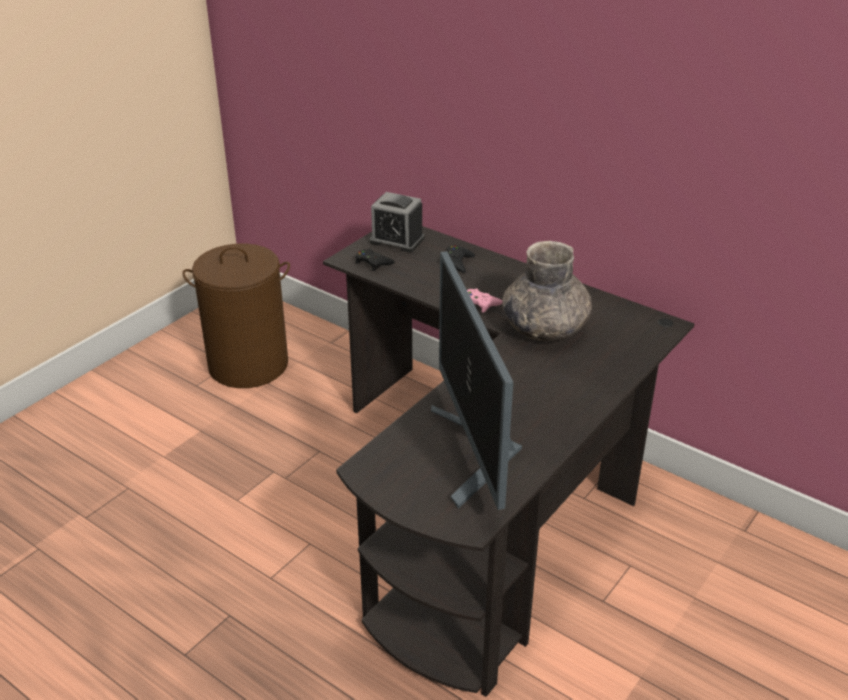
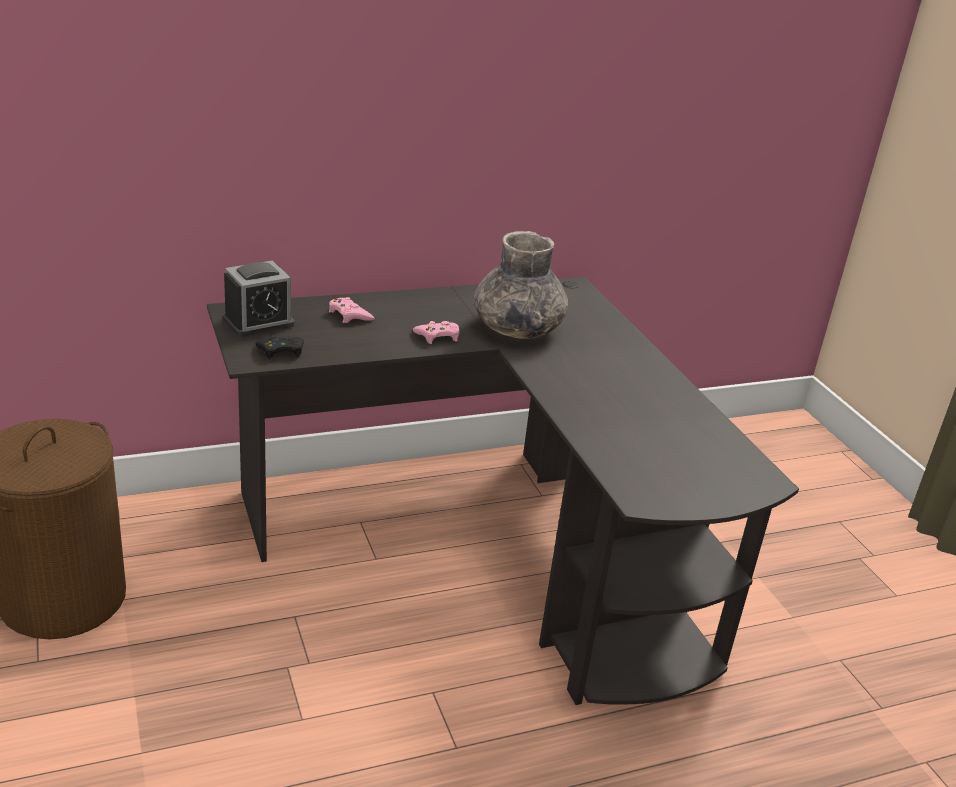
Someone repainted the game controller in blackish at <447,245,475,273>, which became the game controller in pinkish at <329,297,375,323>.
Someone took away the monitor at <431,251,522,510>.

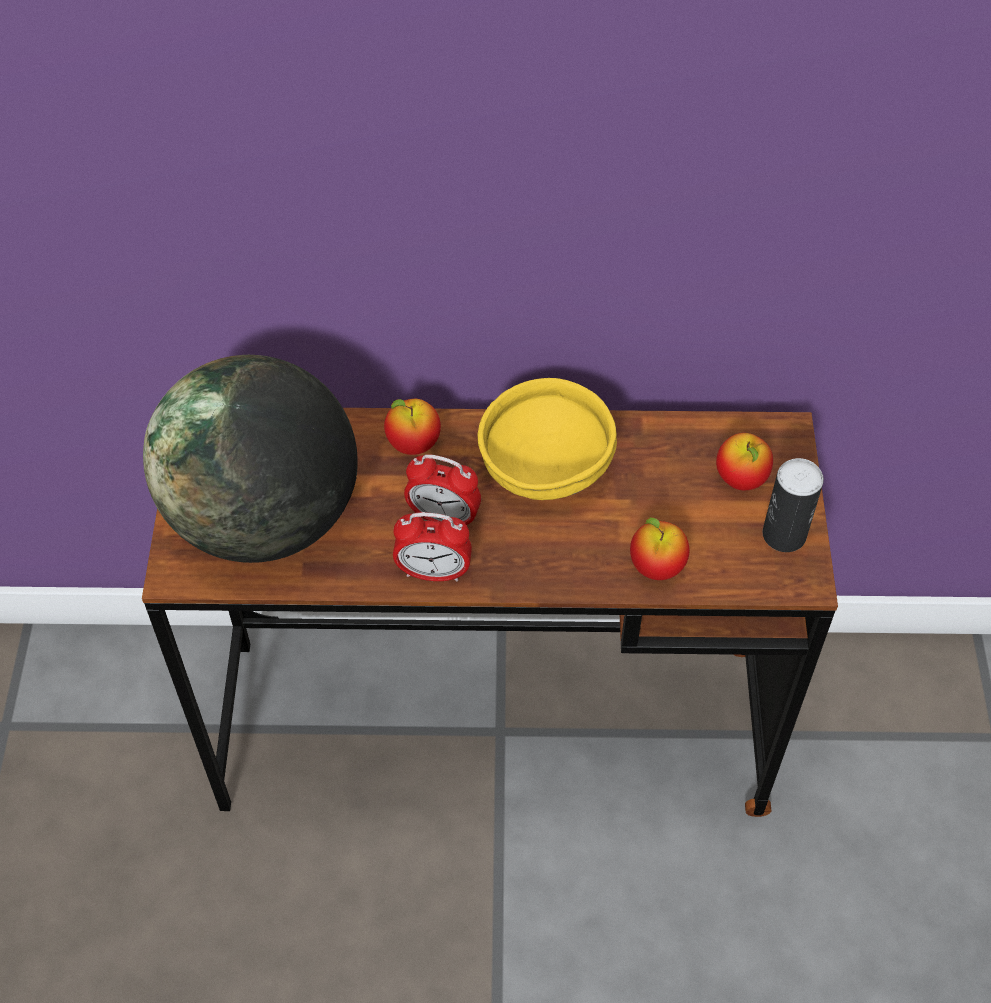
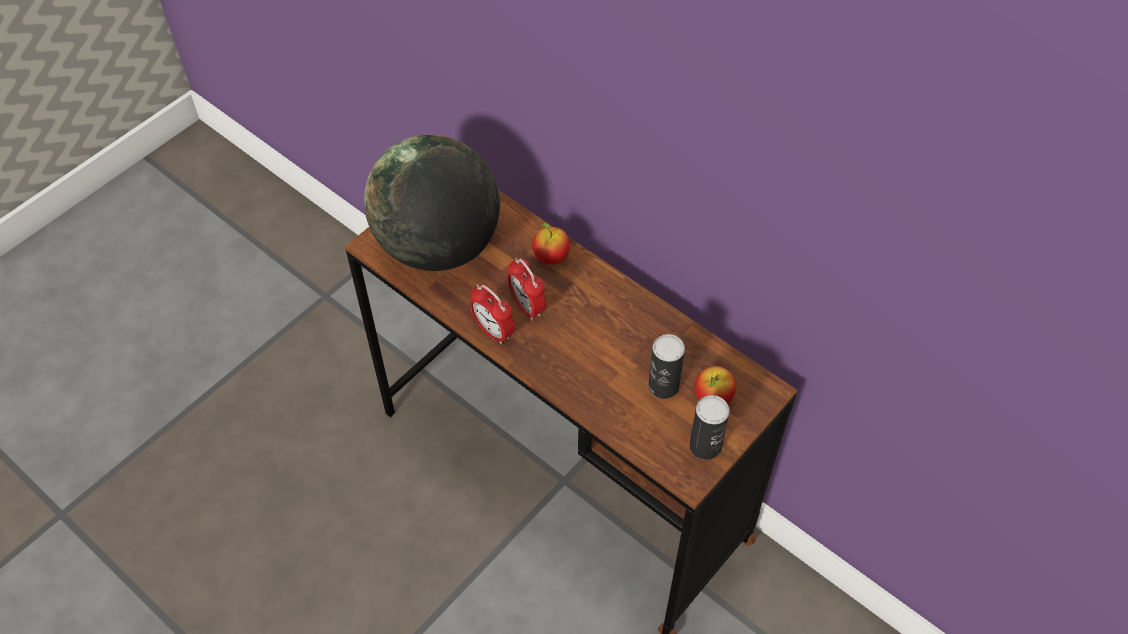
Someone took away the bowl in yellow-coloured at <478,378,617,500>.
Someone took away the apple at <630,518,690,580>.
Someone put down the sealed can at <648,334,685,399>.

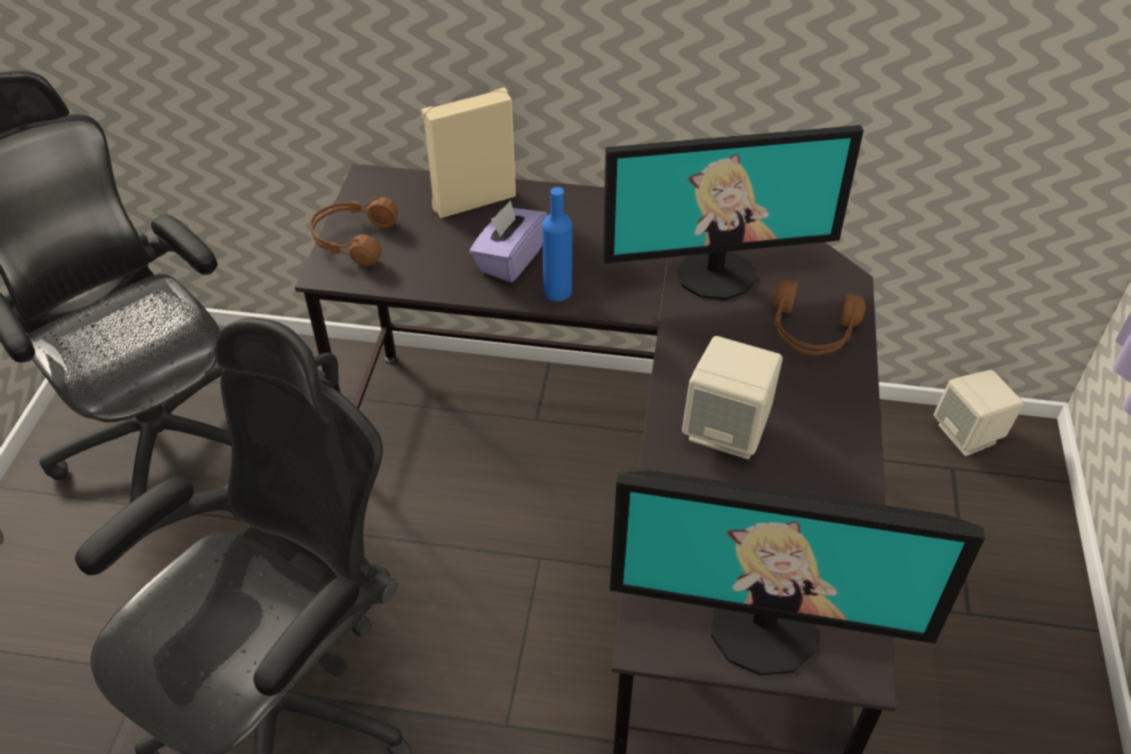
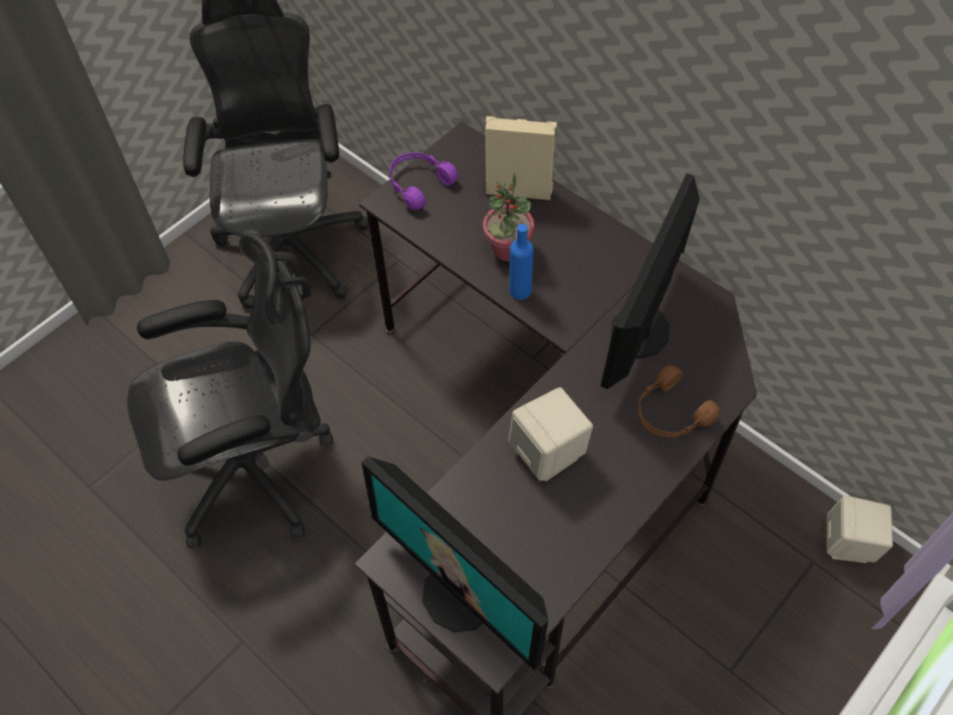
Someone rotated the monitor at <603,125,864,300> by 90 degrees clockwise.
Someone repainted the headphones in brown at <310,197,398,266>, which became the headphones in purplish at <390,152,458,210>.
Someone swapped the tissue holder in purplish at <470,200,548,283> for the potted plant at <483,173,534,261>.

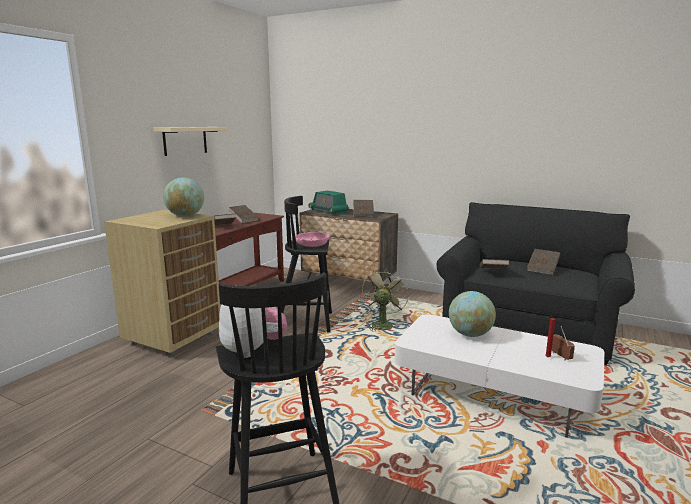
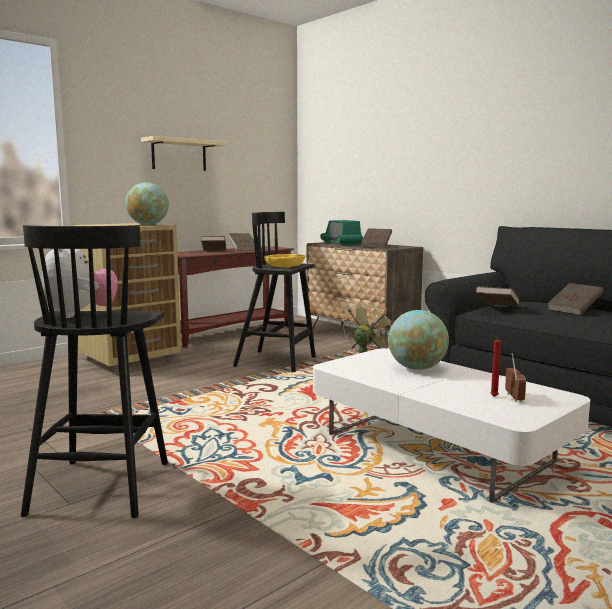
Someone repainted the bowl in pinkish at <295,232,330,247>, which became the bowl in yellow-coloured at <264,254,305,268>.

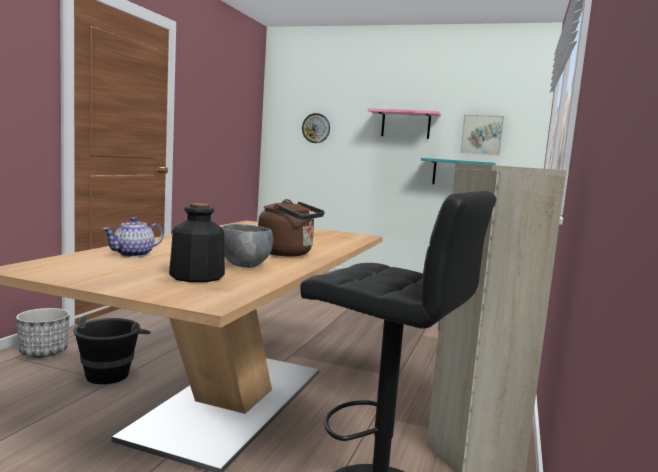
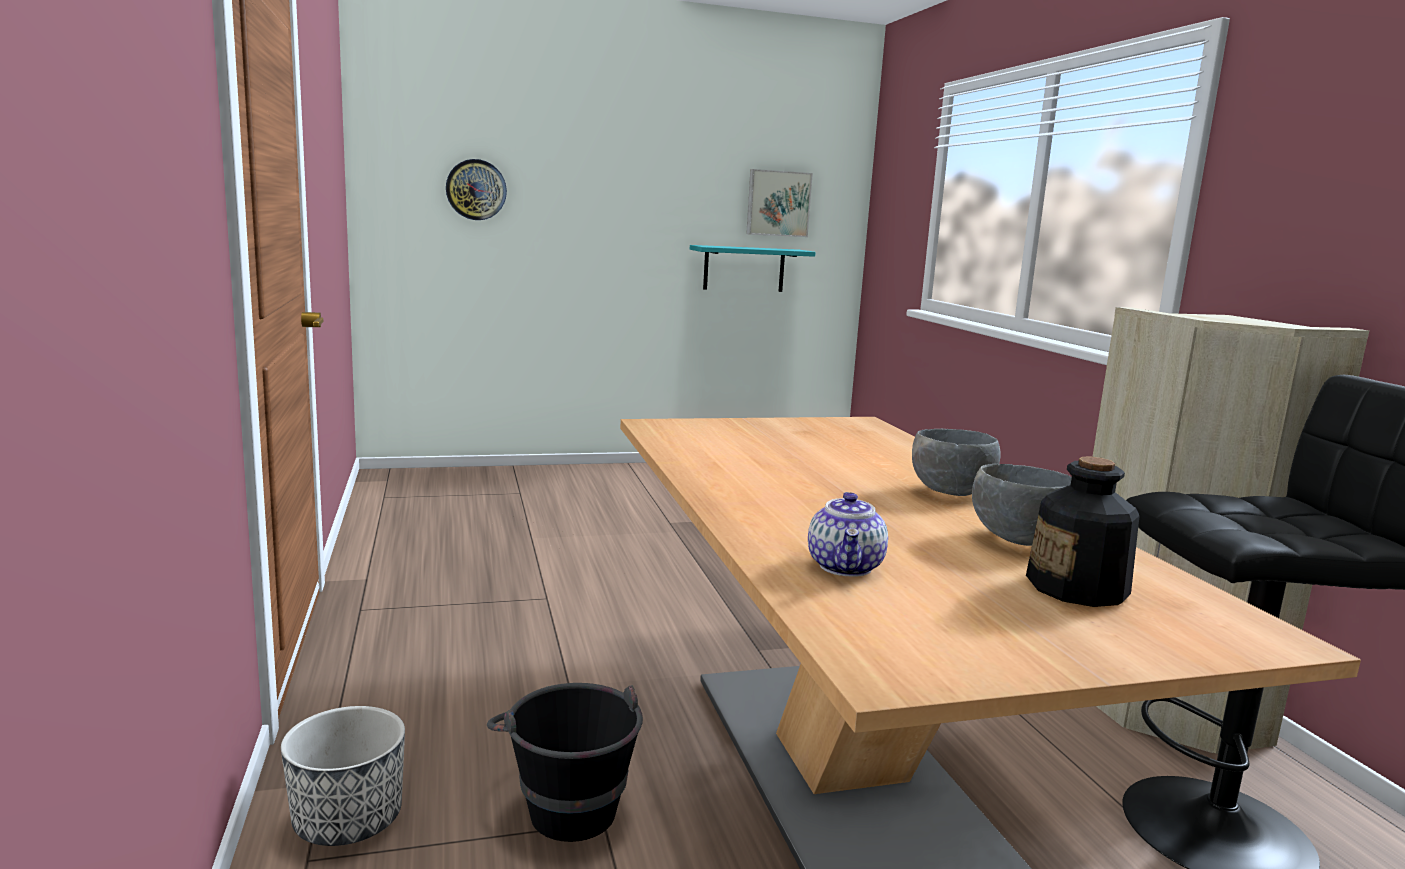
Someone took away the bracket shelf in pinkish at <368,108,441,139>.
Someone swapped the tea kettle in brown at <258,199,325,256> for the bowl in gray at <912,429,1001,496>.

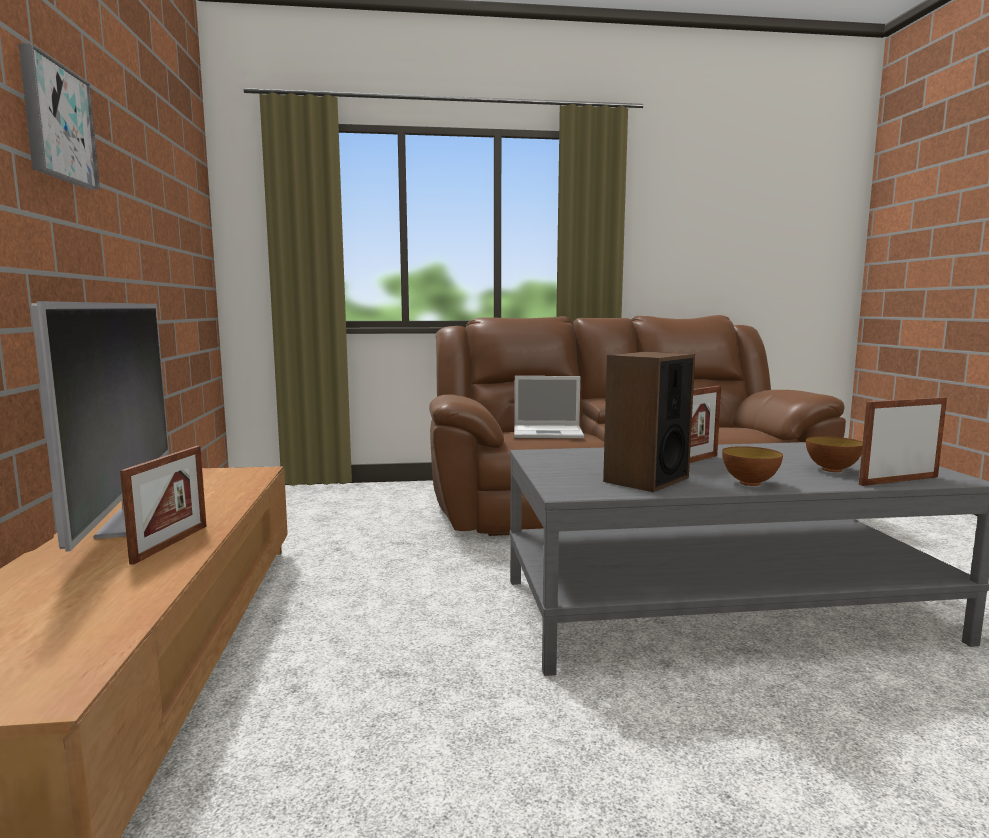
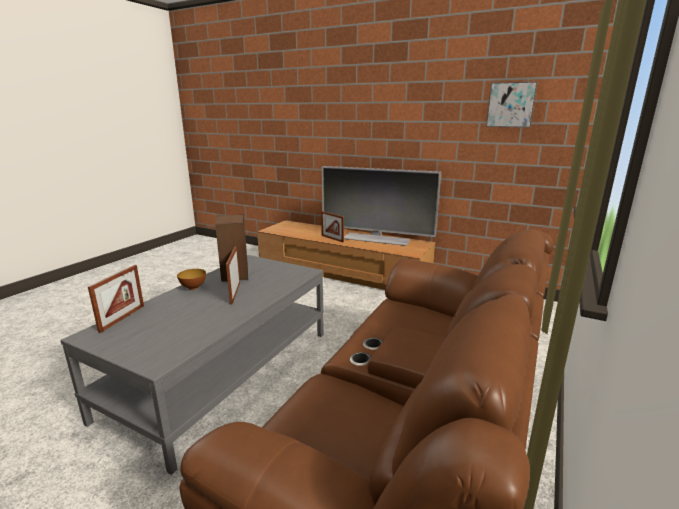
Someone carried the wall art from <18,43,100,190> to <486,82,537,128>.
Someone took away the notebook computer at <514,376,584,438>.
Someone took away the bowl at <806,436,863,472>.

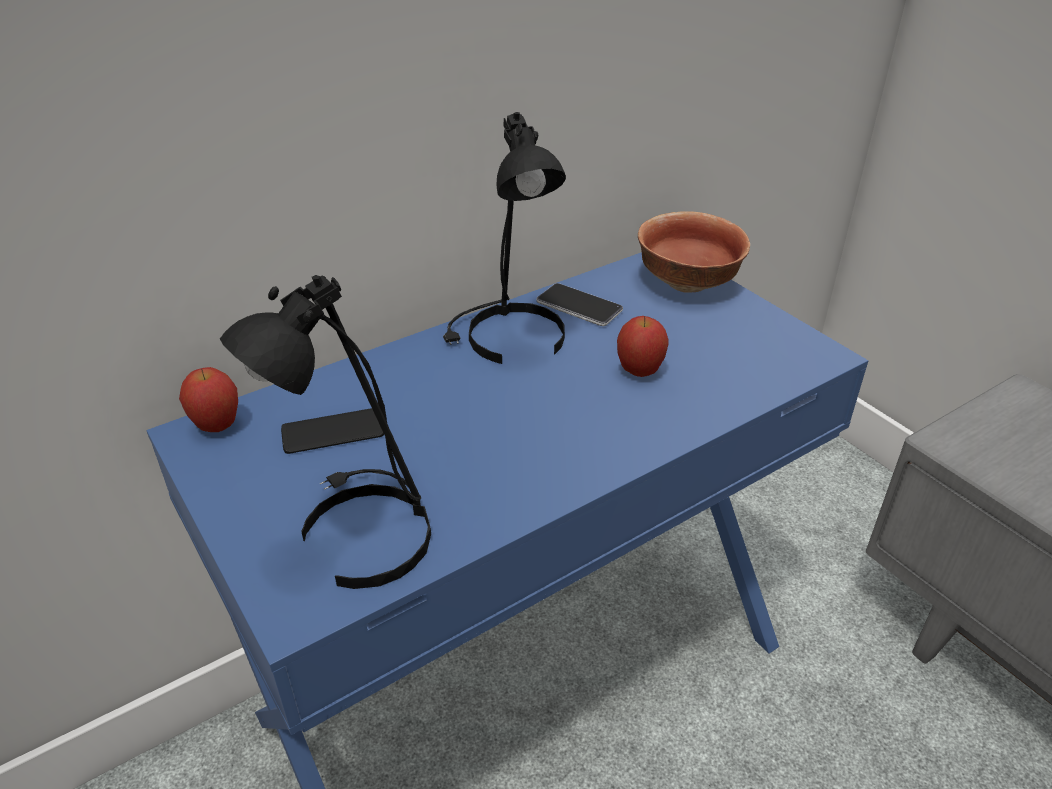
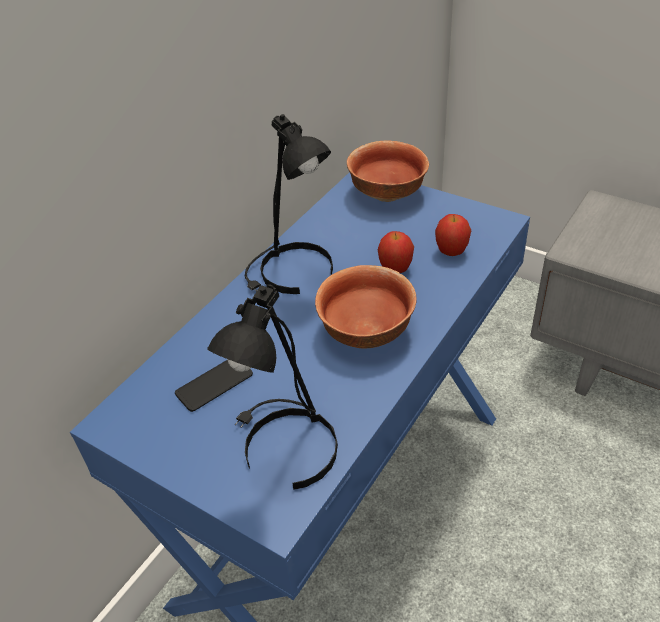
Someone took away the handset at <536,283,623,326>.
Someone carried the apple from <179,367,238,432> to <435,214,472,256>.
Someone put down the bowl at <315,265,417,348>.

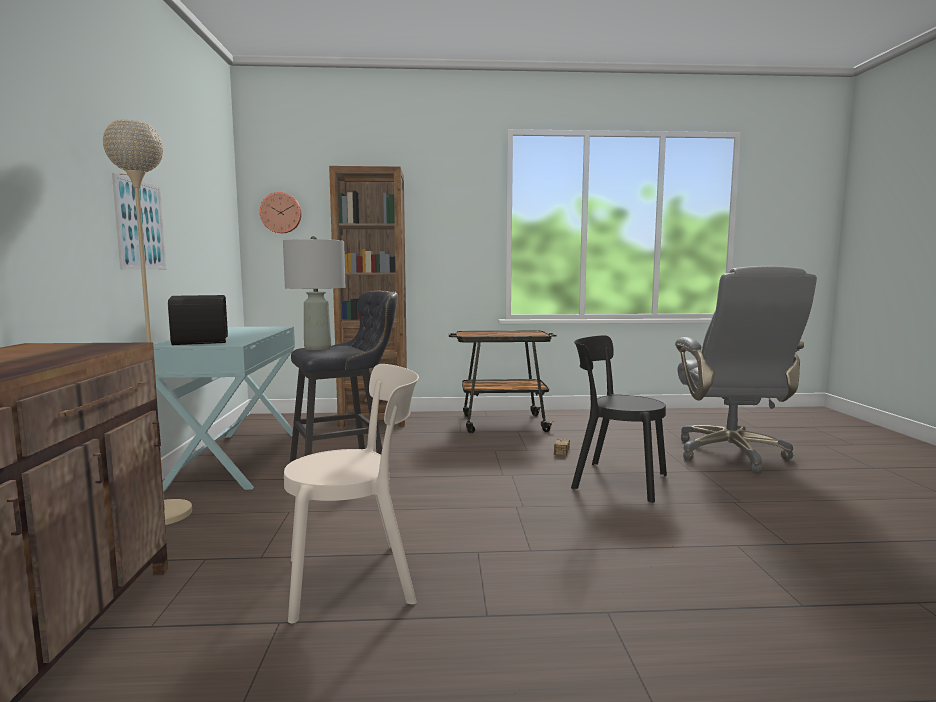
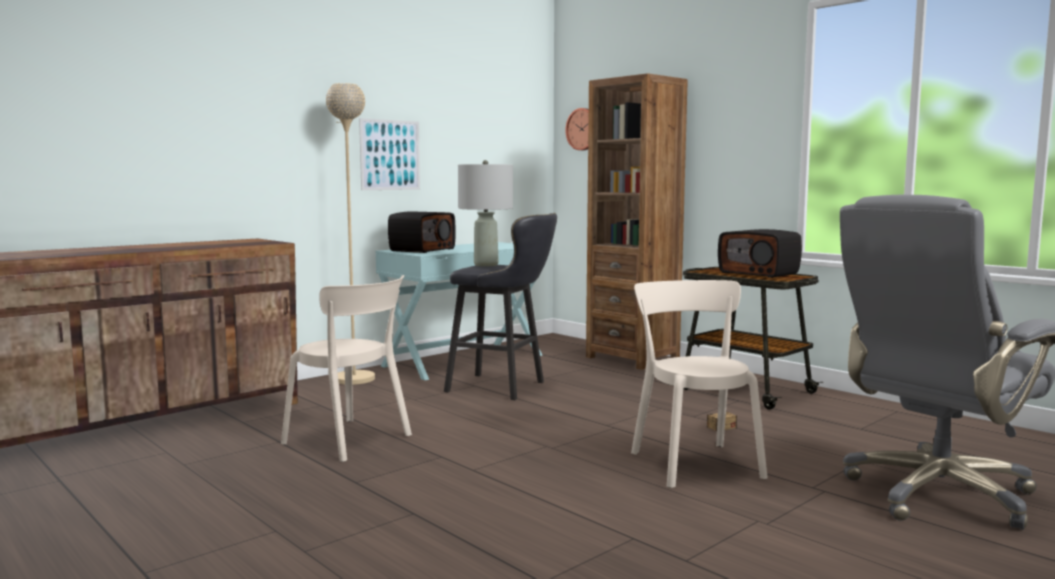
Someone repainted the upright chair in blackish at <571,335,667,503>, which became the upright chair in beige-coloured at <631,280,768,488>.
Someone put down the radio receiver at <718,229,802,278>.

